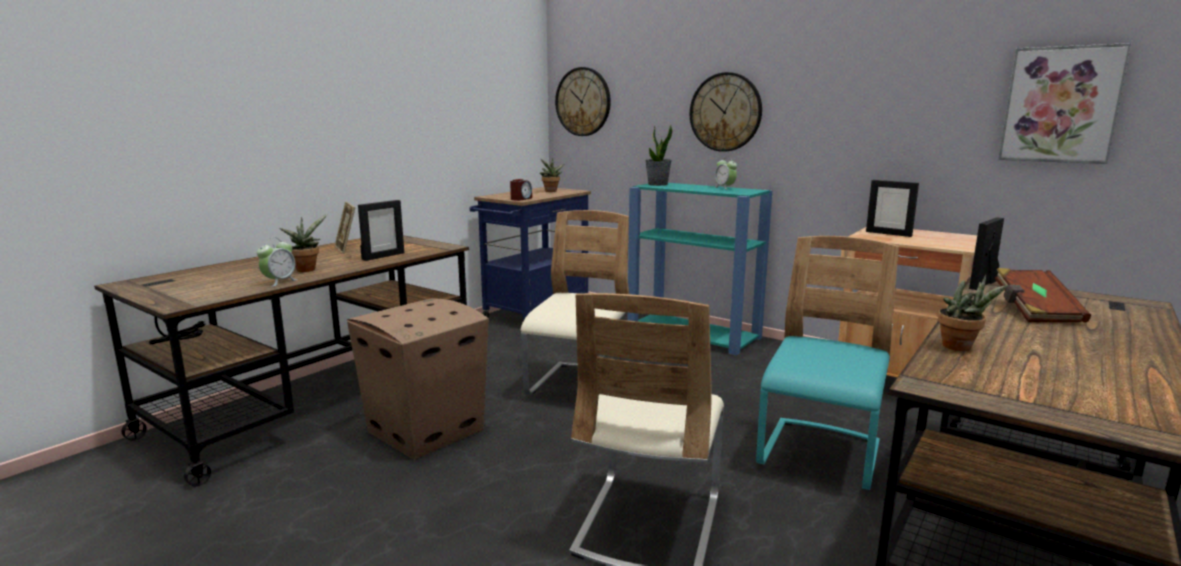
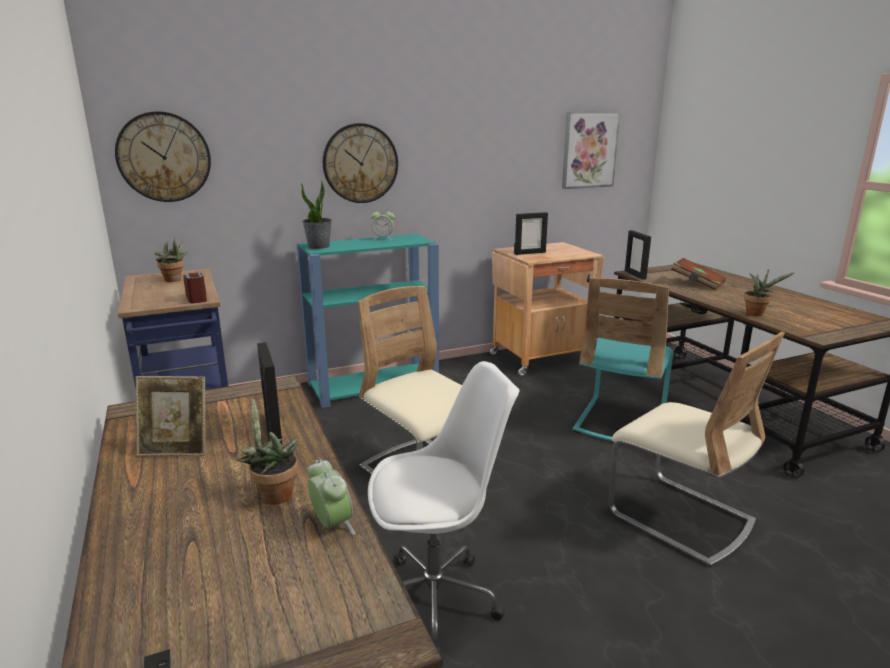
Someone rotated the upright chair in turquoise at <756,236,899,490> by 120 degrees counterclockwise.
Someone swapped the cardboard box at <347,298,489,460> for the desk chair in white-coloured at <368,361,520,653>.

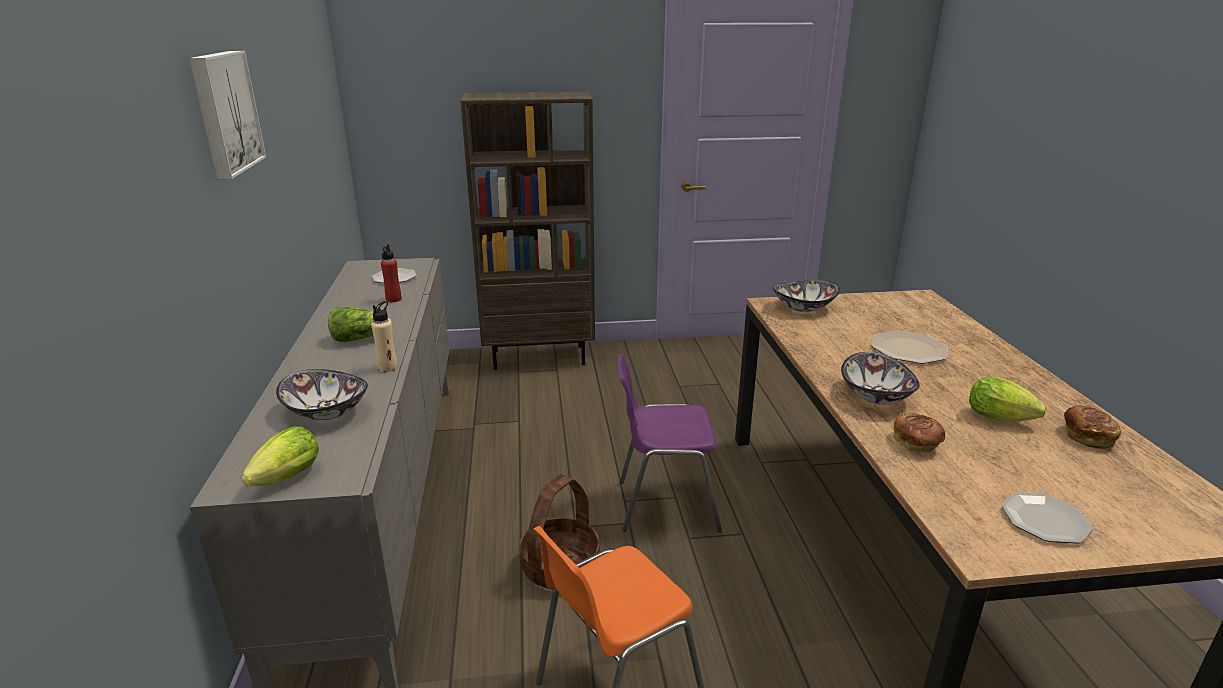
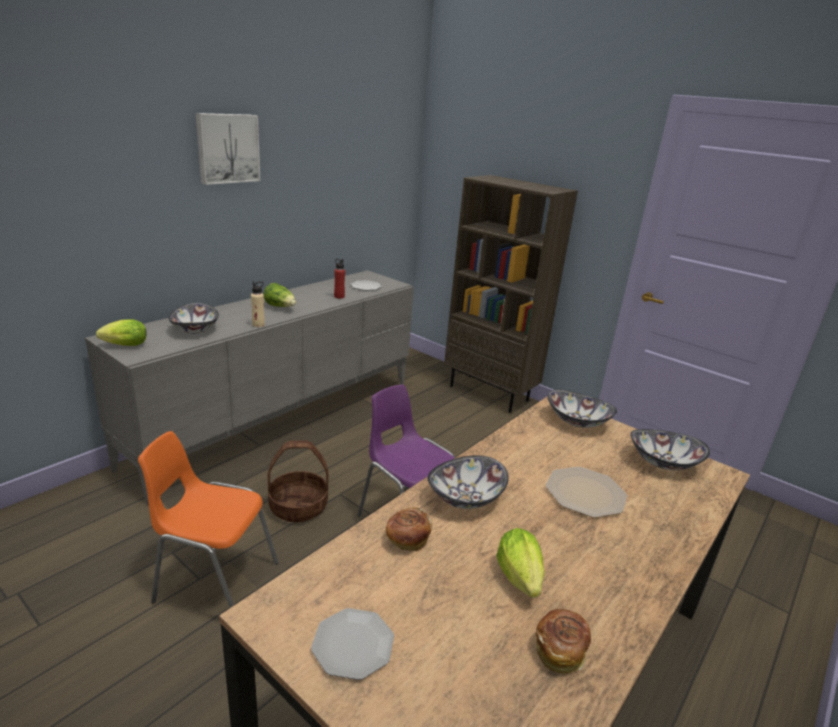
Someone put down the bowl at <630,429,710,470>.

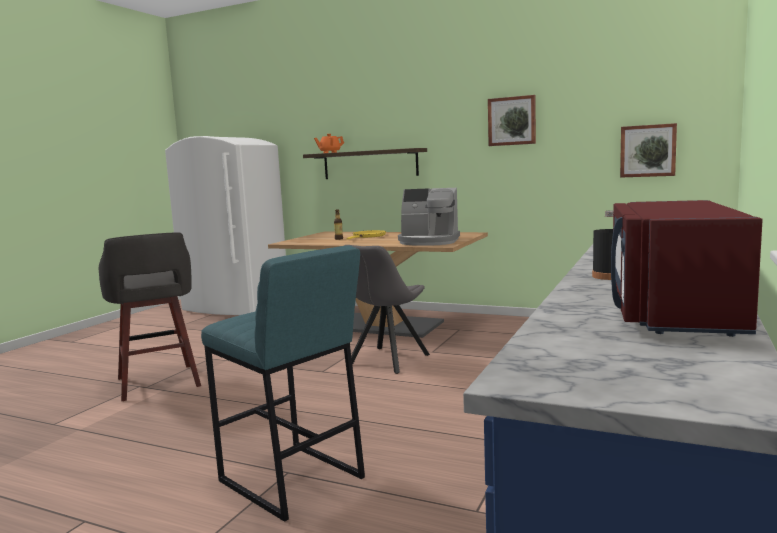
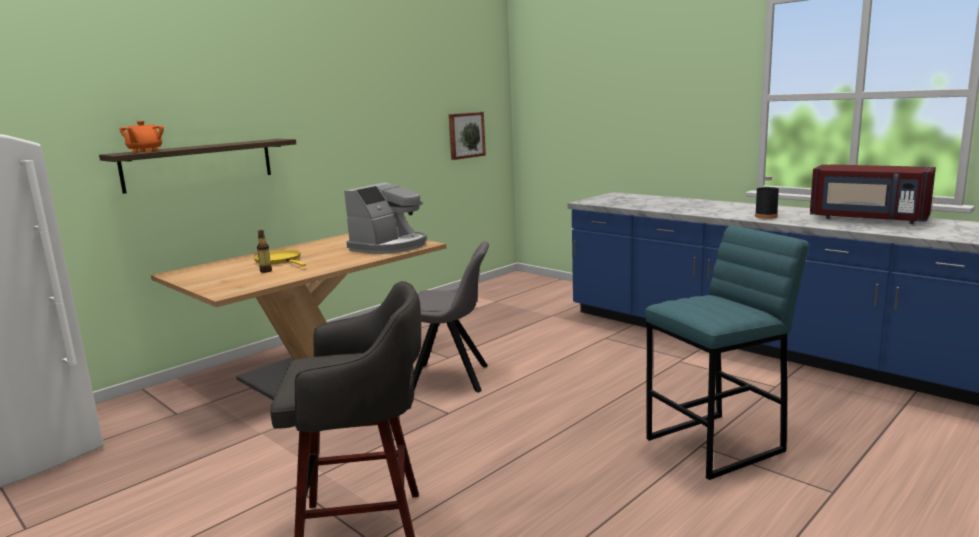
Someone took away the wall art at <488,95,536,146>.
Someone rotated the upright chair in gray at <344,245,430,374> by 45 degrees counterclockwise.

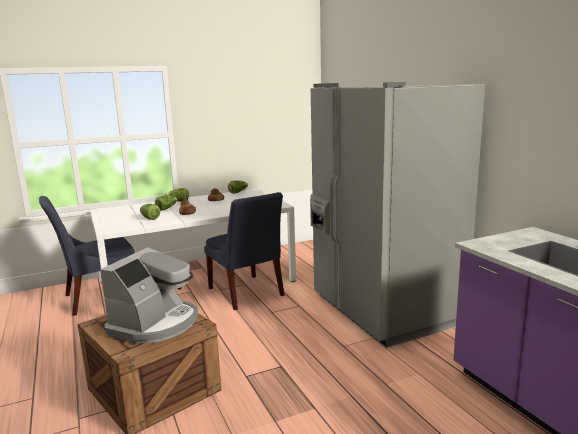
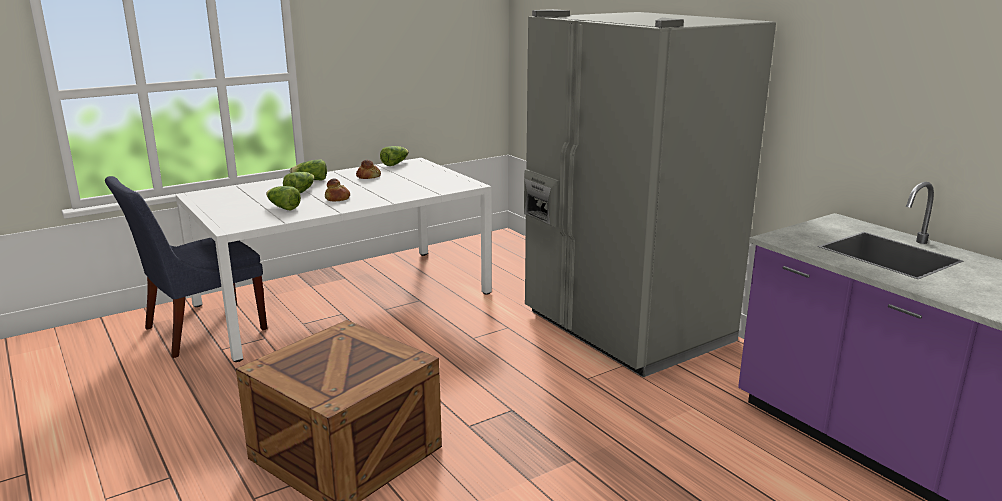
Someone took away the upright chair in blue-coloured at <204,192,284,310>.
Someone took away the coffee brewer at <100,247,198,343>.

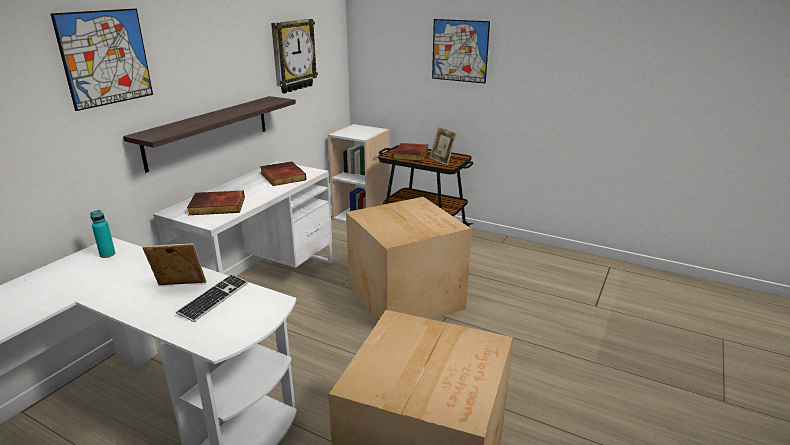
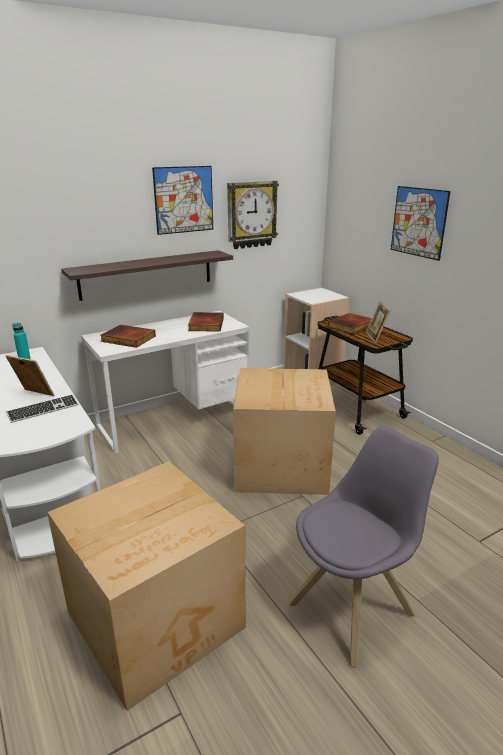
Someone carried the wall art from <50,8,153,111> to <152,166,213,235>.
Someone put down the upright chair in gray at <289,426,439,668>.

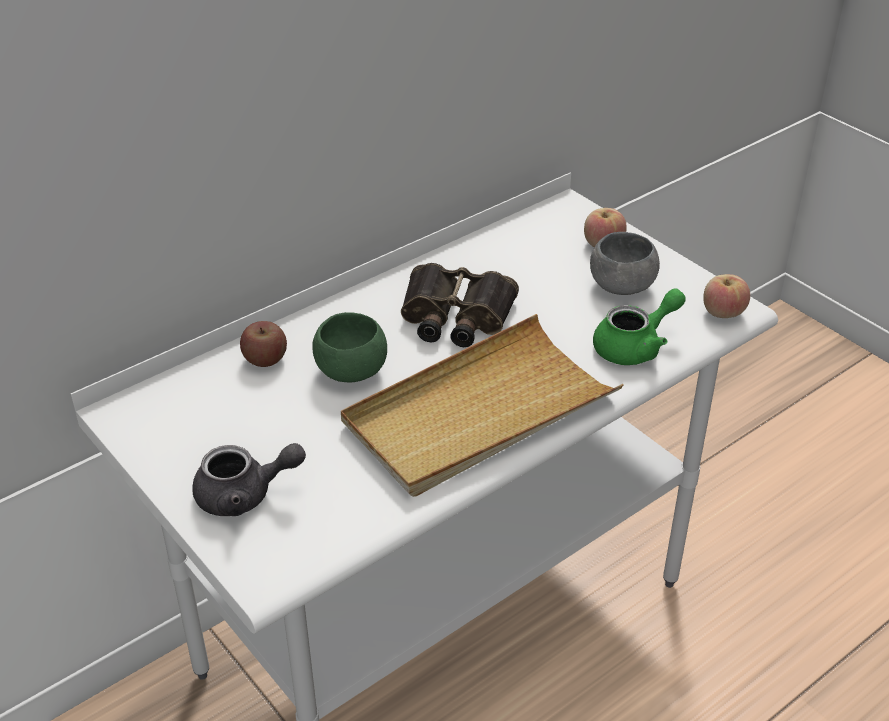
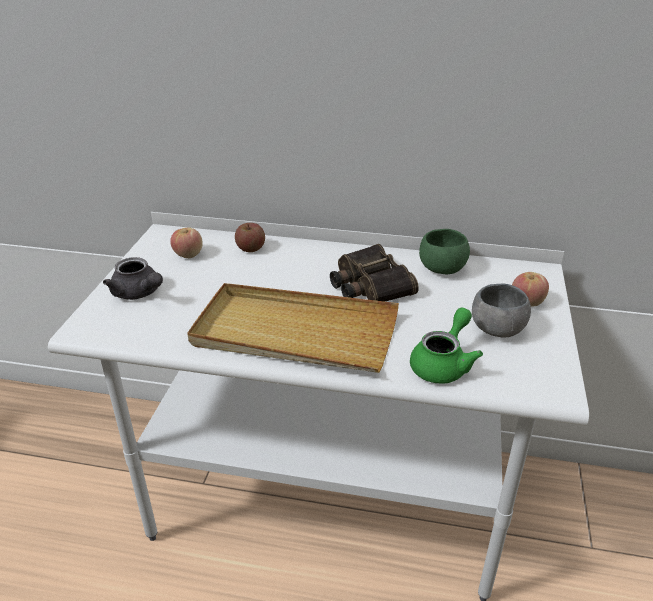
Someone carried the apple from <703,274,750,318> to <170,227,202,258>.
Someone rotated the tea pot in green-coloured at <593,288,686,365> by 75 degrees counterclockwise.
Someone carried the bowl in green-coloured from <312,312,387,382> to <419,229,470,274>.

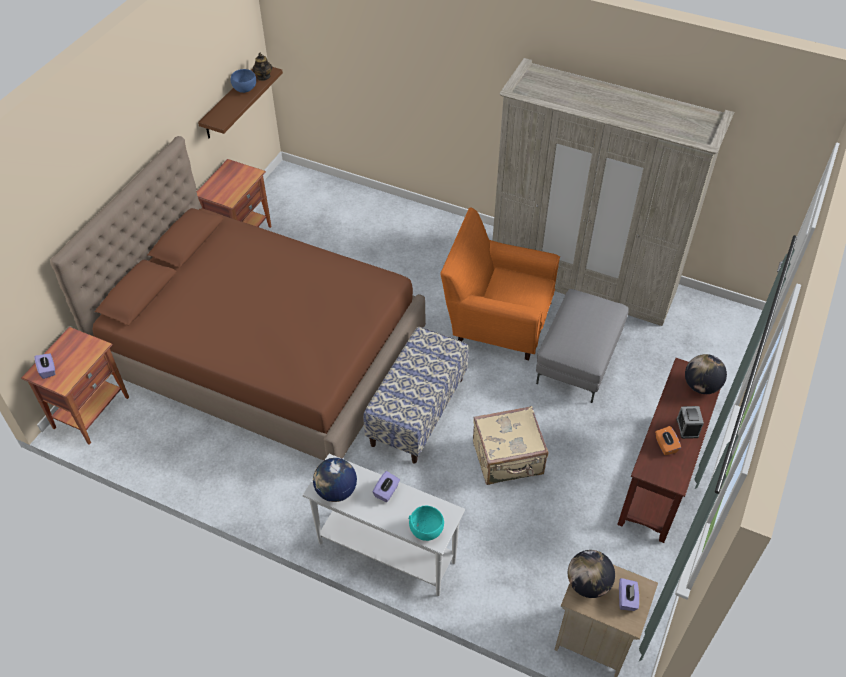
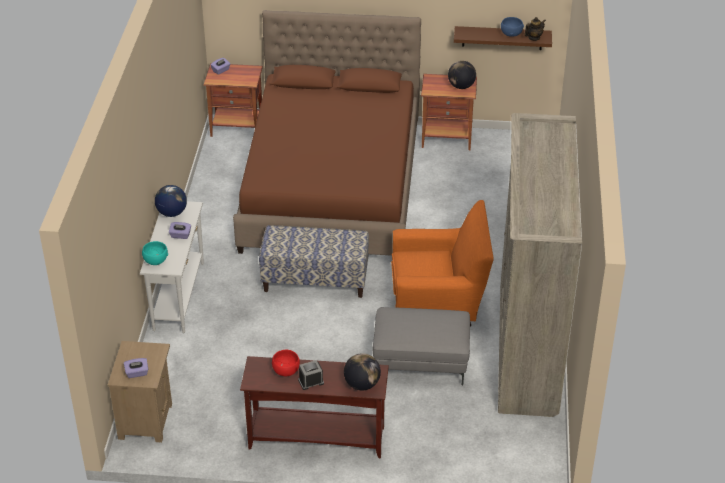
Someone rotated the easy chair in orange-coloured at <440,207,560,360> by 90 degrees clockwise.
Someone took away the travel case in beige-coloured at <473,406,548,485>.
Someone swapped the tissue holder in orange-coloured at <655,426,681,455> for the bowl in red-coloured at <272,350,300,376>.
Someone carried the world globe from <568,550,615,598> to <448,61,476,89>.

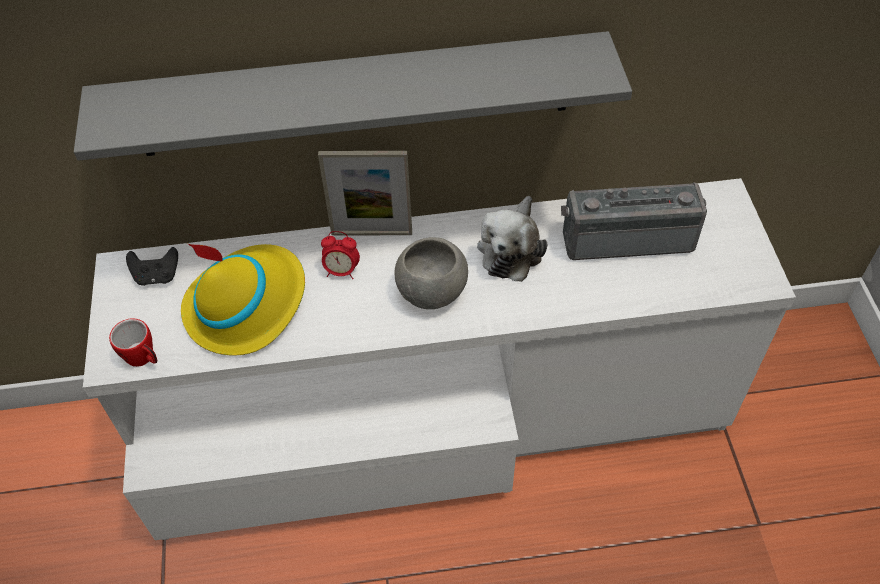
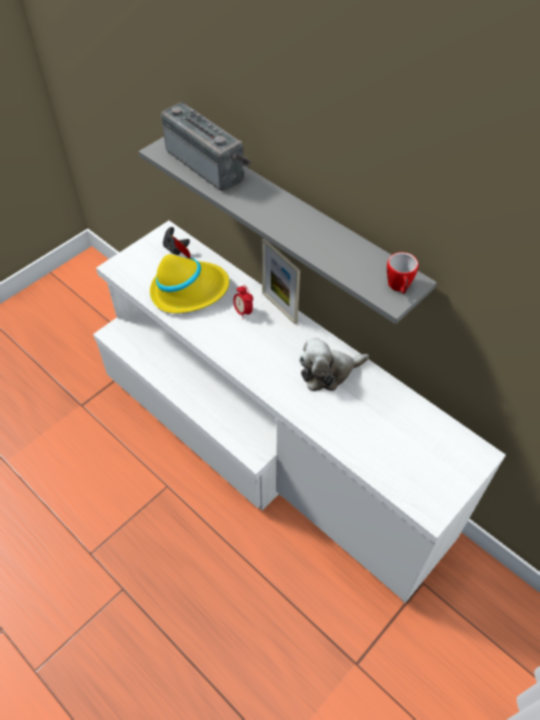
Someone carried the radio receiver from <561,182,707,260> to <161,102,251,191>.
Someone took away the bowl in gray at <394,237,468,309>.
Someone carried the tea mug from <109,318,157,367> to <387,252,419,294>.

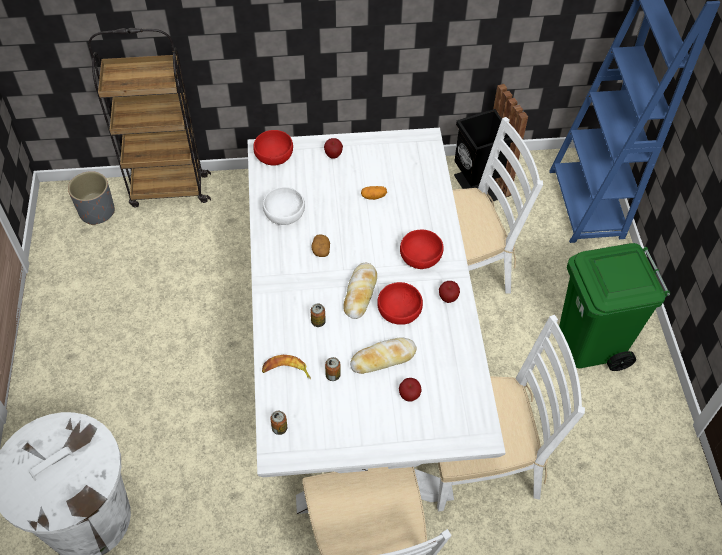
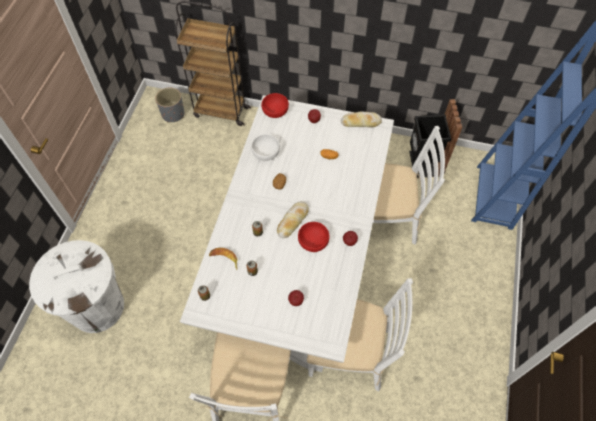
Someone took away the bowl in red-coloured at <400,230,444,269>.
Someone took away the waste bin in green-coloured at <559,243,670,371>.
Someone carried the bakery bread from <350,337,417,374> to <341,112,382,127>.

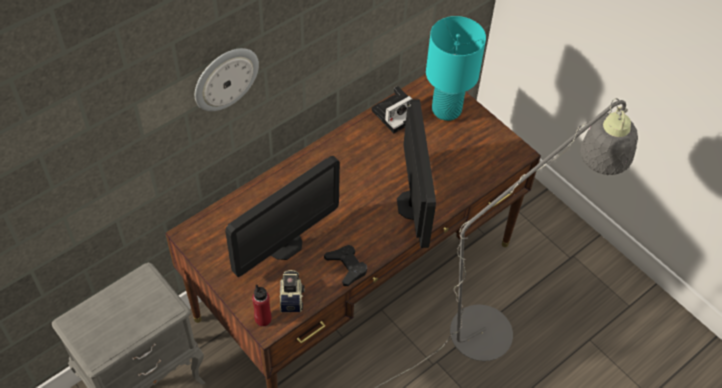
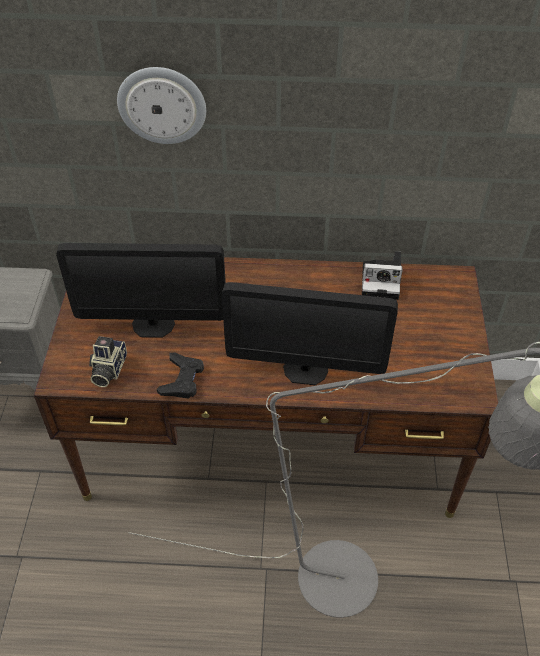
Someone took away the tabletop lamp in turquoise at <426,16,486,121>.
Someone rotated the monitor at <397,99,436,248> by 60 degrees clockwise.
Someone rotated the still camera at <279,270,305,312> by 150 degrees clockwise.
Someone took away the drink bottle in red-coloured at <252,284,272,326>.

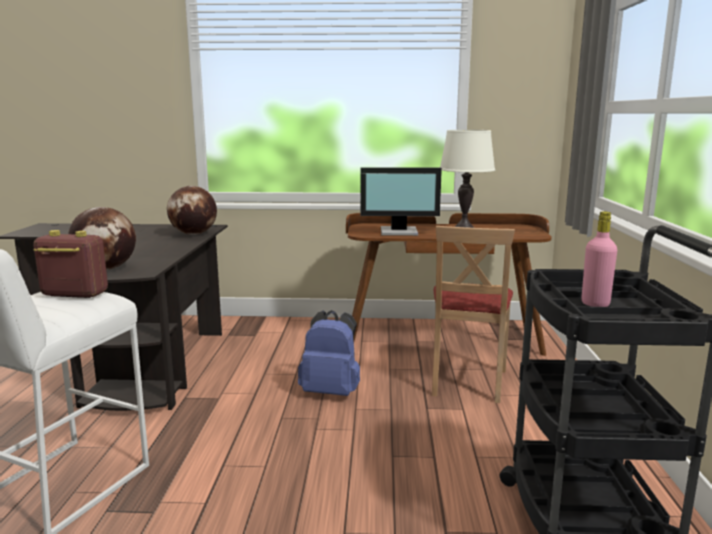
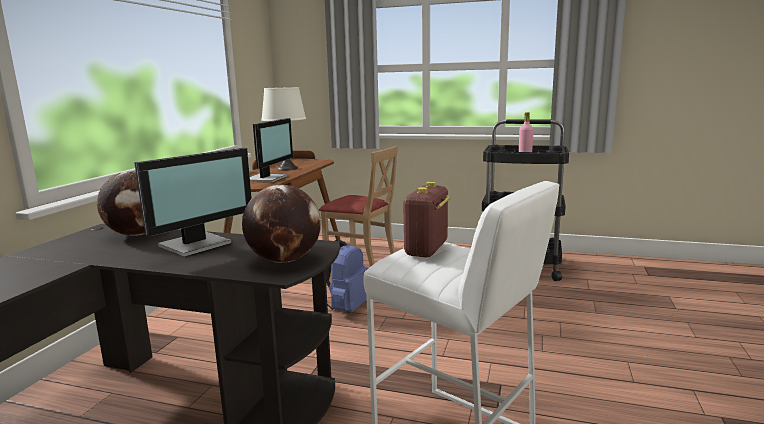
Someone put down the monitor at <134,148,252,257>.

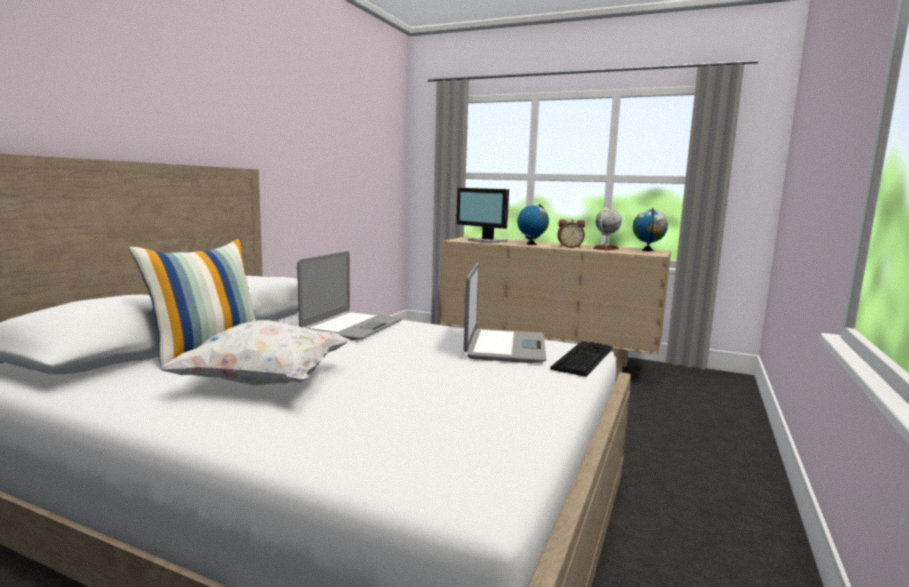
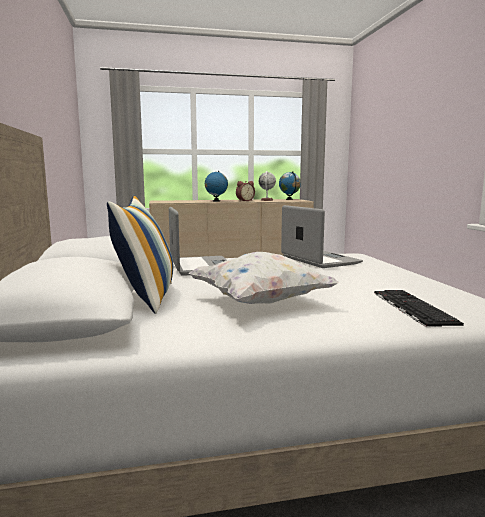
Someone took away the monitor at <456,188,509,243>.
Someone carried the keyboard from <550,341,613,377> to <374,290,464,327>.

